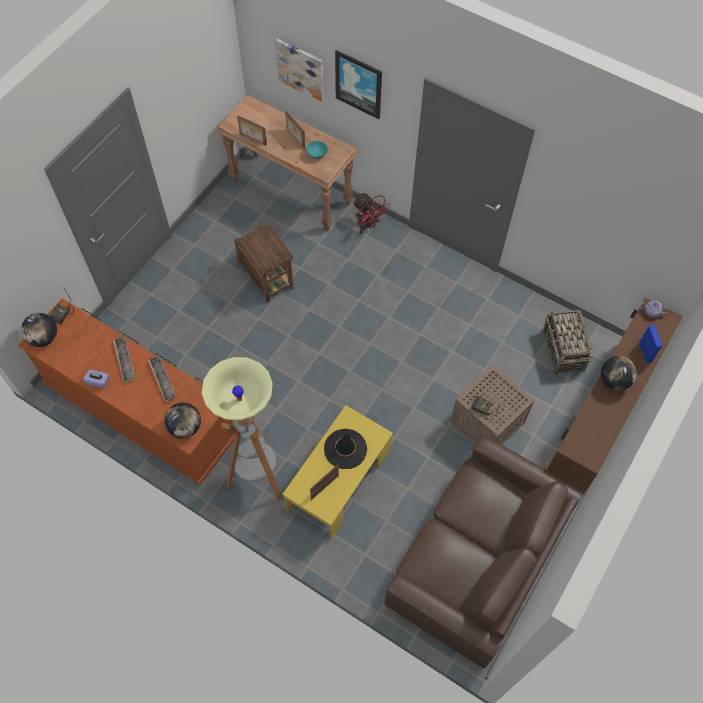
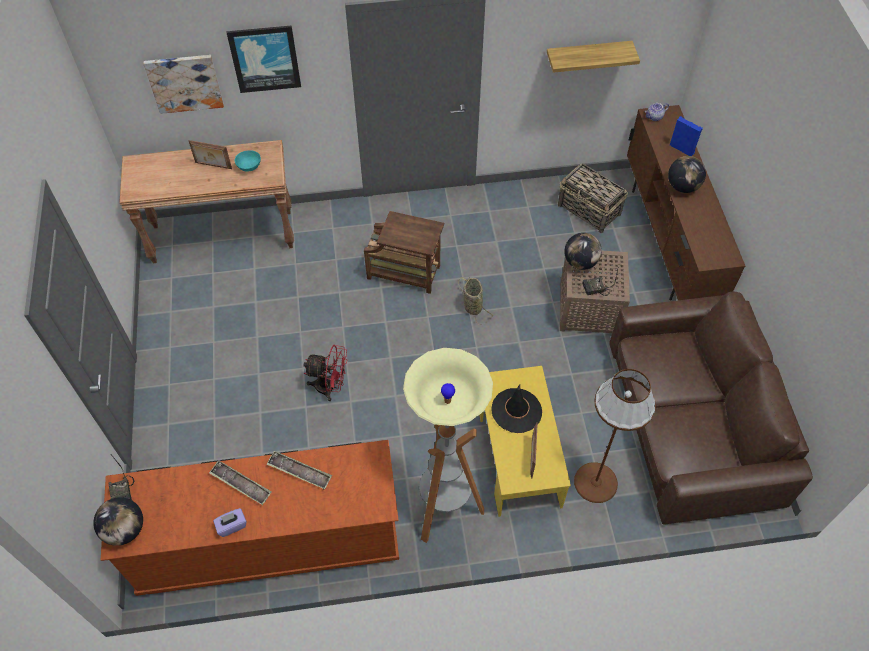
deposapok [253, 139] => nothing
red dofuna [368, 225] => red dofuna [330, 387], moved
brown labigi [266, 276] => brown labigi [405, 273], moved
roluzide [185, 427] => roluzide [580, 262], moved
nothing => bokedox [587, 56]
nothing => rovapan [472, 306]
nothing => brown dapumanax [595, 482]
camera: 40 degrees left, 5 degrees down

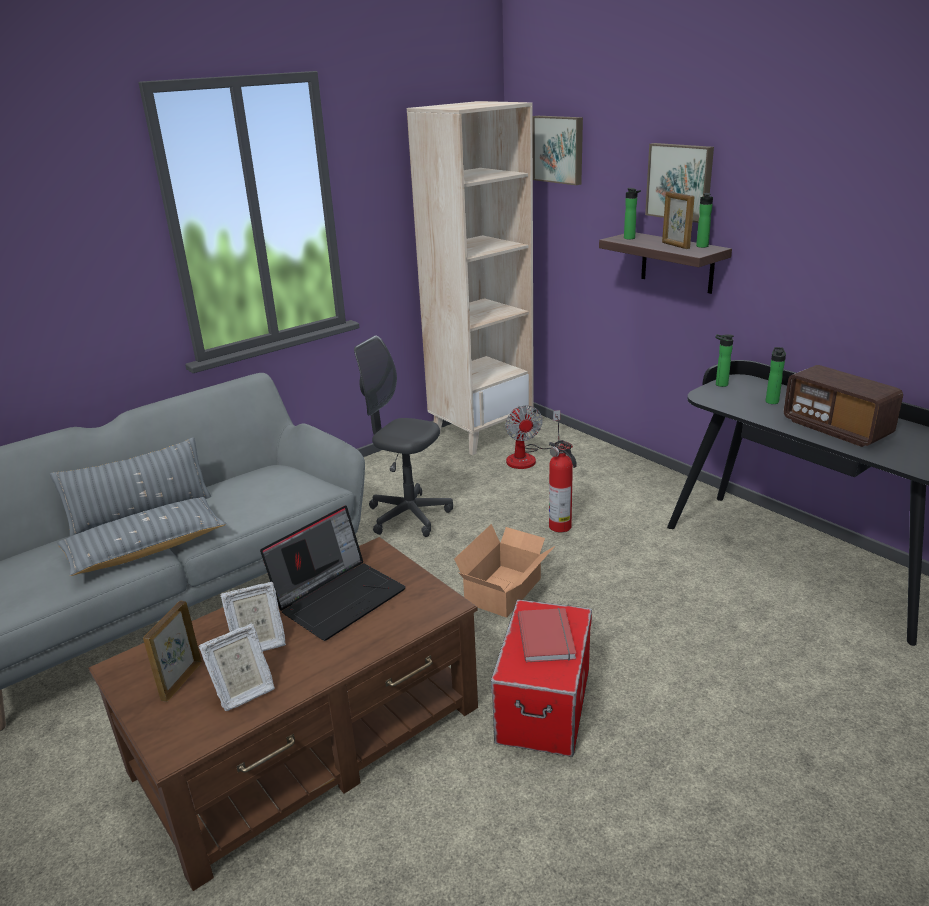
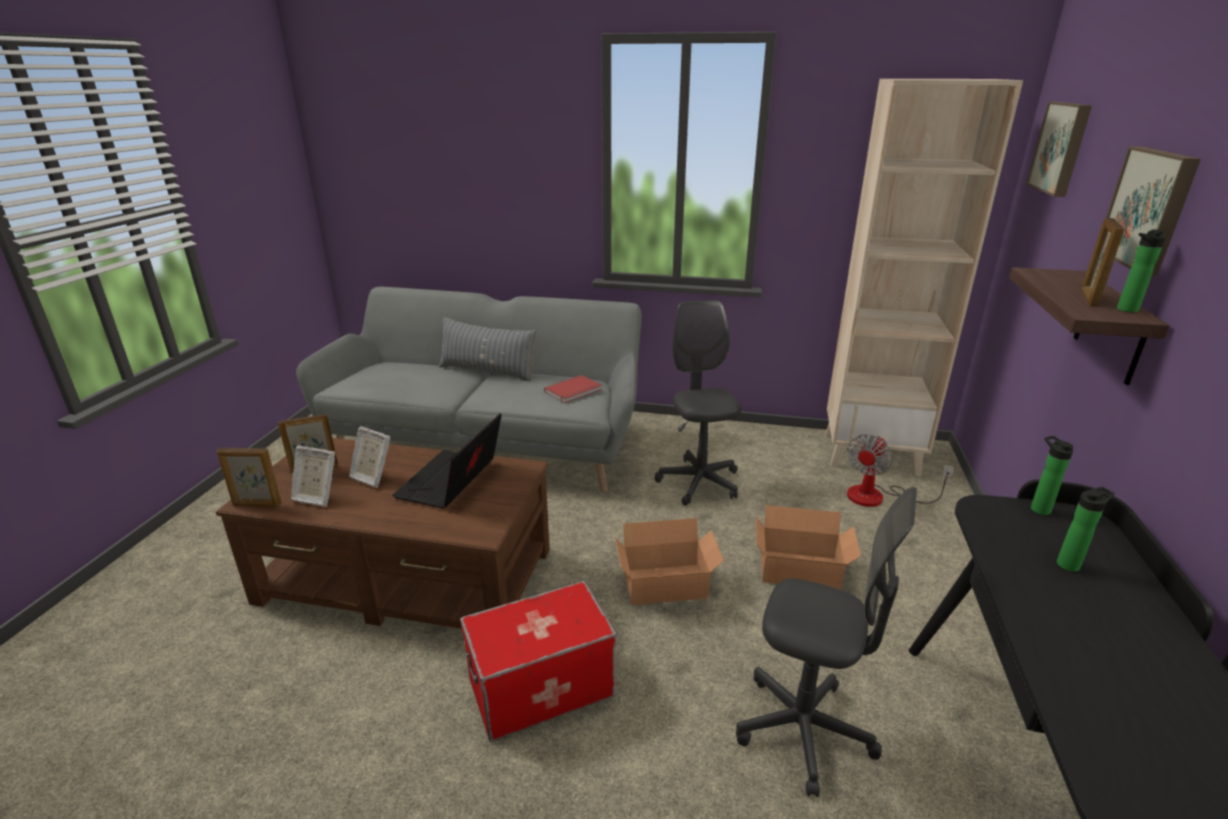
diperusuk [630, 238] => nothing
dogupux [836, 428] => nothing
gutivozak [561, 527] => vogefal [801, 572]
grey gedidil [146, 548] => nothing
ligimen [339, 597] => ligimen [451, 482], 105 degrees clockwise
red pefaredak [548, 637] => red pefaredak [574, 391], moved
nothing => deposapok [257, 505]
nothing => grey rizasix [803, 730]
camera: 50 degrees right, 0 degrees up

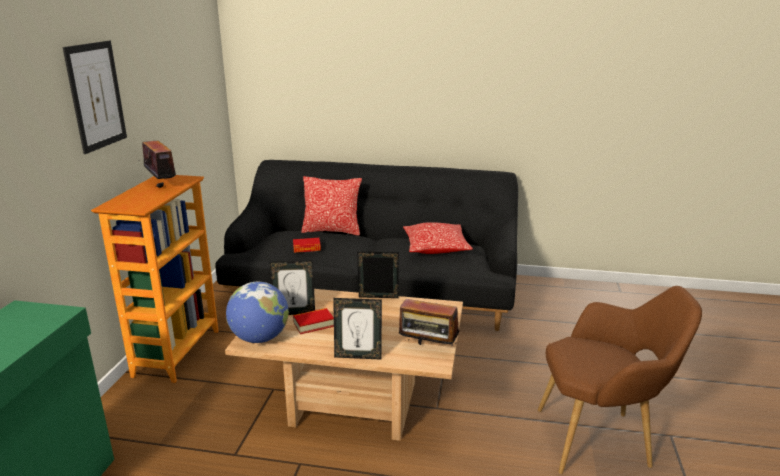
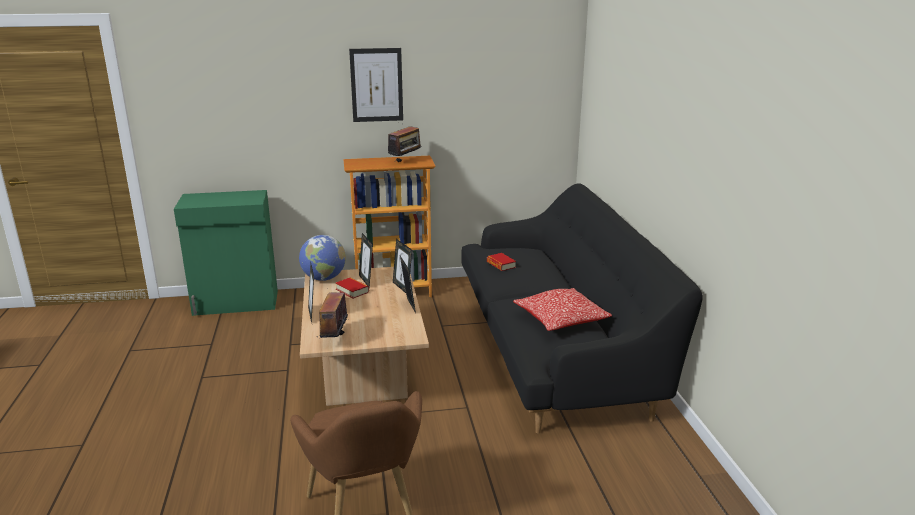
gedidil [332, 231] => nothing
nothing => deposapok [402, 287]
camera: 70 degrees right, 0 degrees up

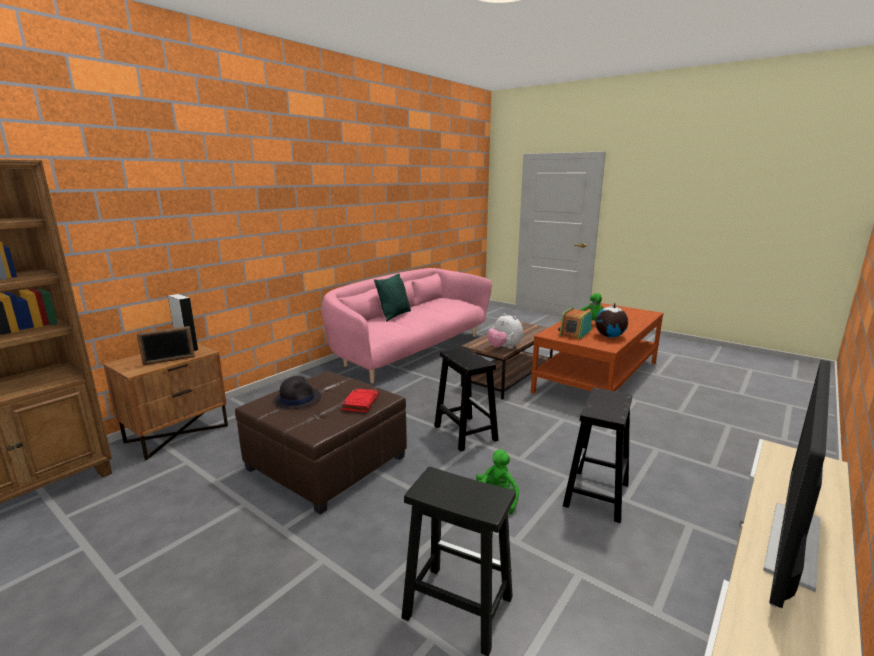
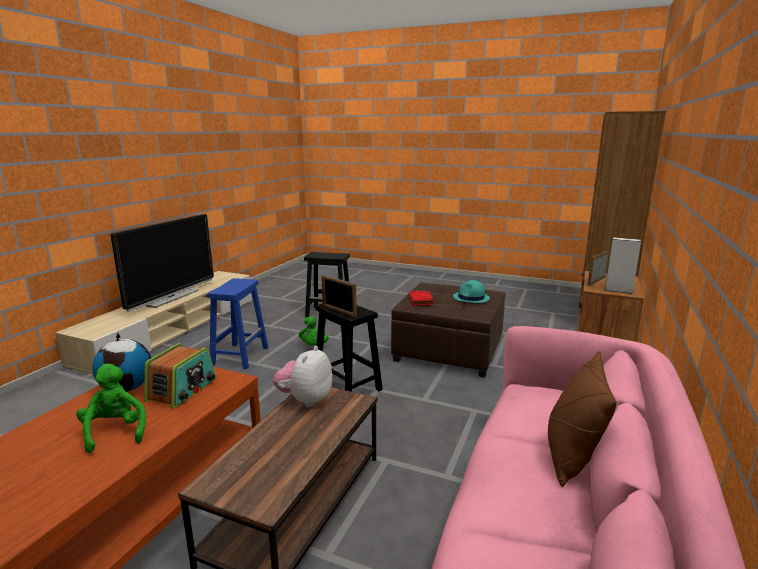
green gedidil [394, 315] => brown gedidil [570, 457]
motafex [504, 348] => motafex [305, 400], 105 degrees counterclockwise
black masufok [297, 399] => turquoise masufok [471, 298]
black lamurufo [596, 495] => blue lamurufo [240, 355]
nothing => deposapok [338, 311]
camera: 165 degrees right, 0 degrees up

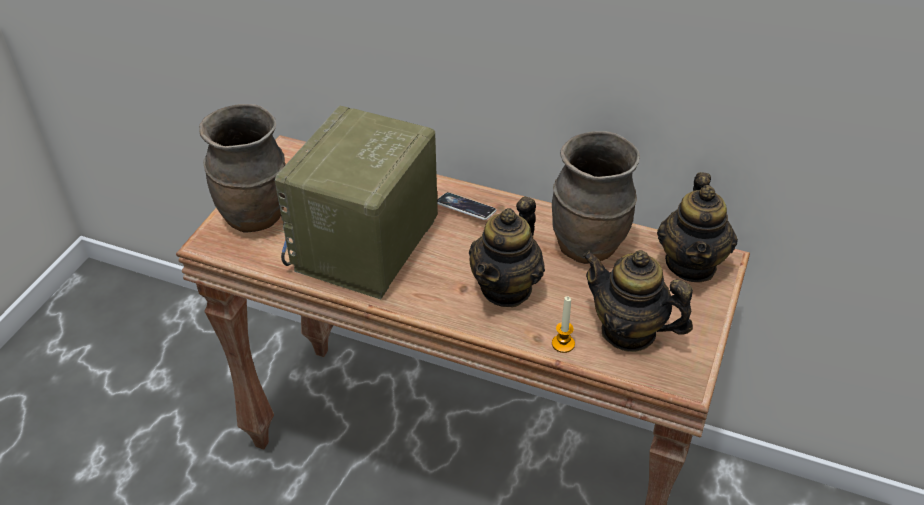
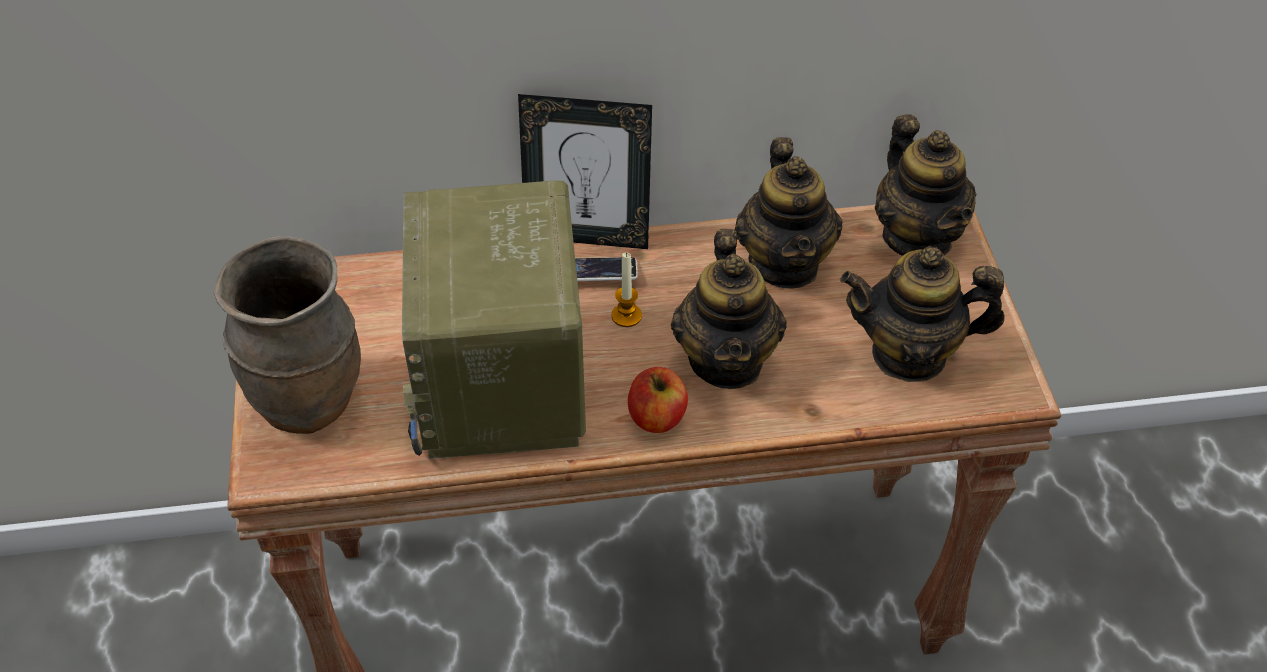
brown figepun [588, 247] => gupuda [785, 263]
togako [563, 344] => togako [626, 316], moved
nothing => deposapok [587, 236]
nothing => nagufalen [657, 417]
camera: 30 degrees left, 5 degrees up

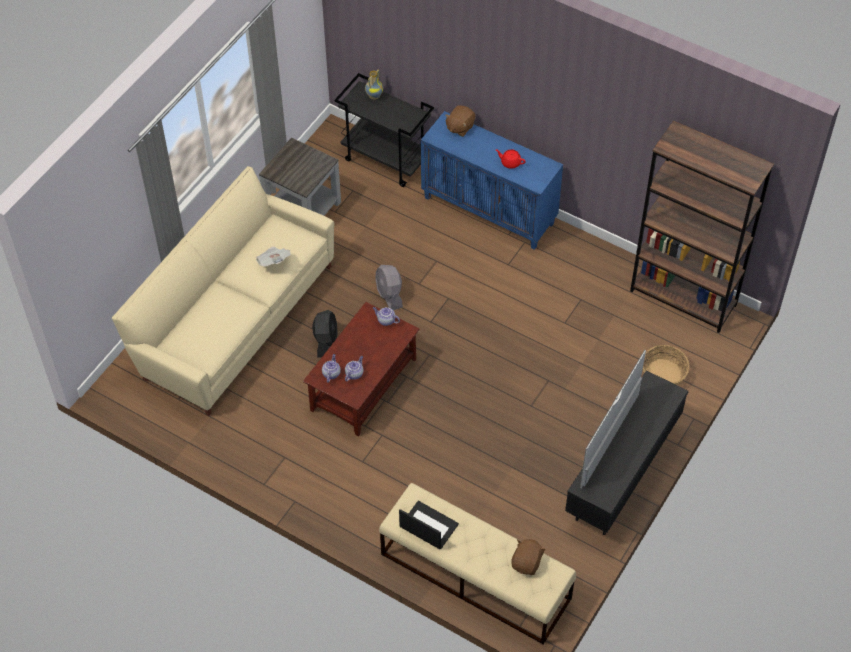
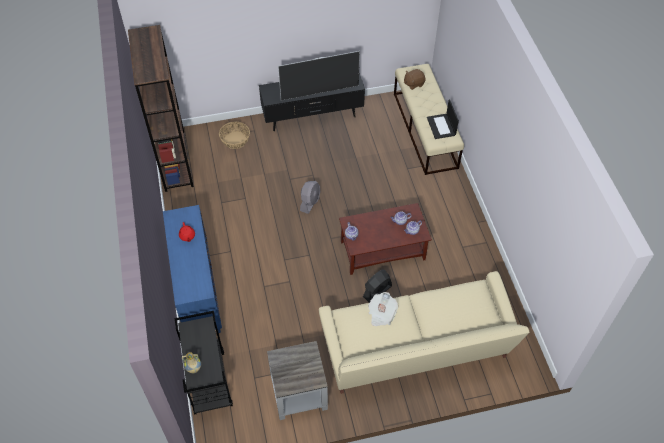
brown motafex [459, 127] => nothing
grey dofuna [389, 295] => grey dofuna [310, 202], moved
camera: 135 degrees left, 0 degrees up

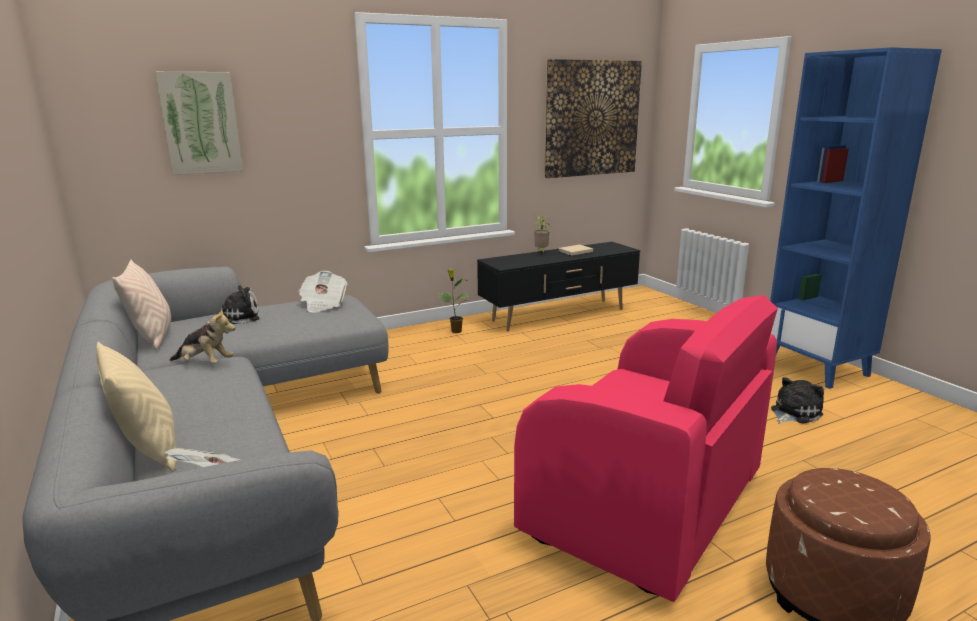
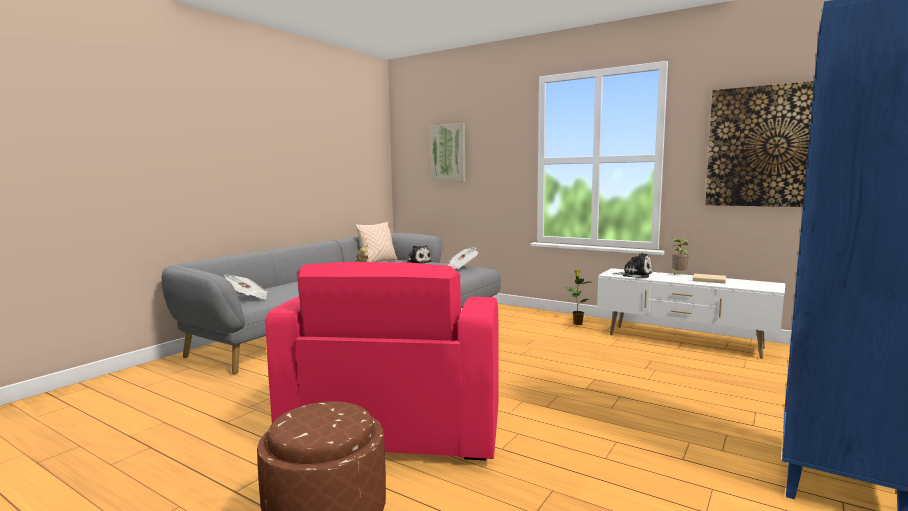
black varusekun [559, 315] => white varusekun [684, 342]
beige gedidil [148, 451] => nothing
motafex [793, 413] => motafex [635, 275], moved
camera: 60 degrees right, 10 degrees down

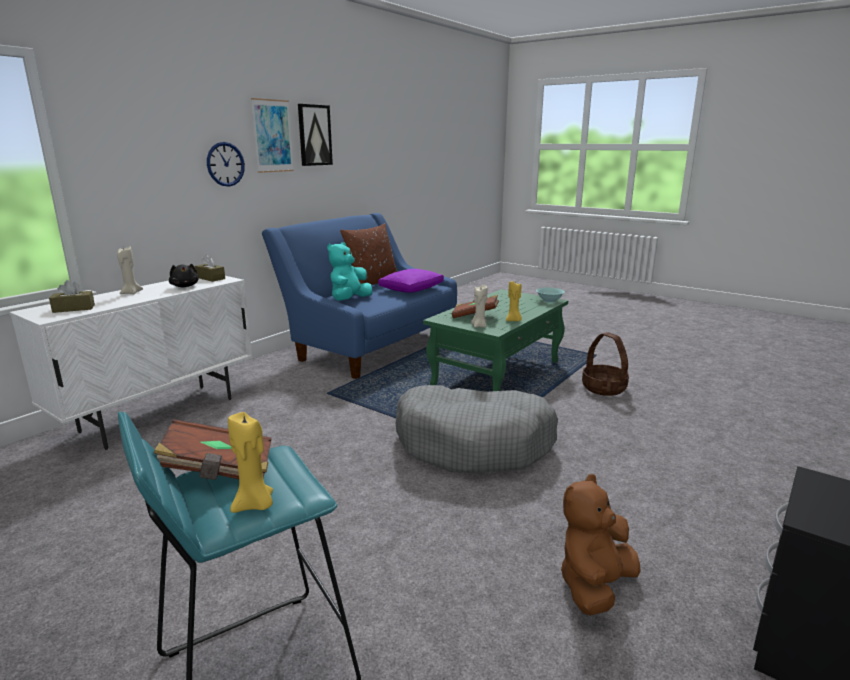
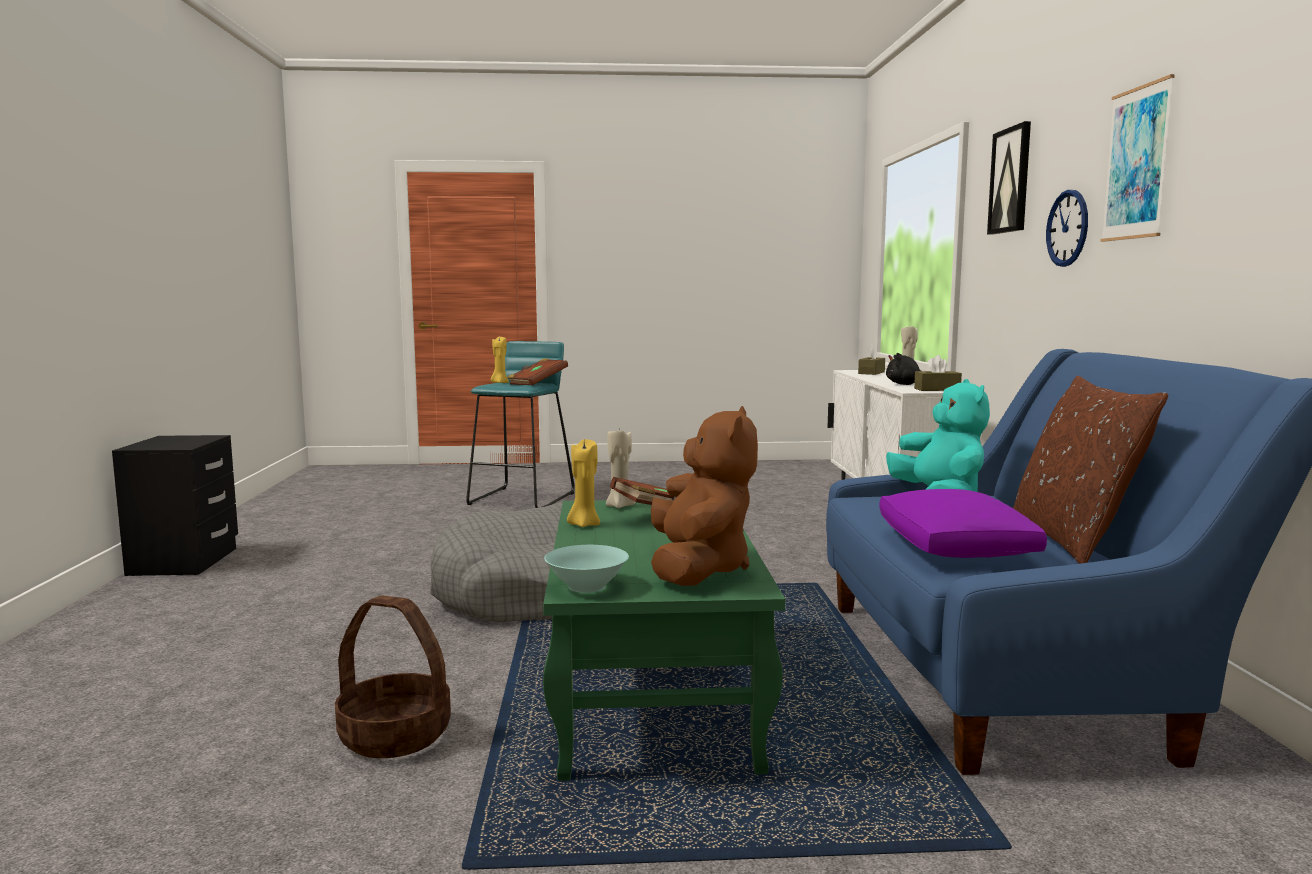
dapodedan [314, 135] => dapodedan [1010, 180], moved
brown motafex [594, 586] => brown motafex [698, 569], moved
camera: 140 degrees right, 10 degrees down

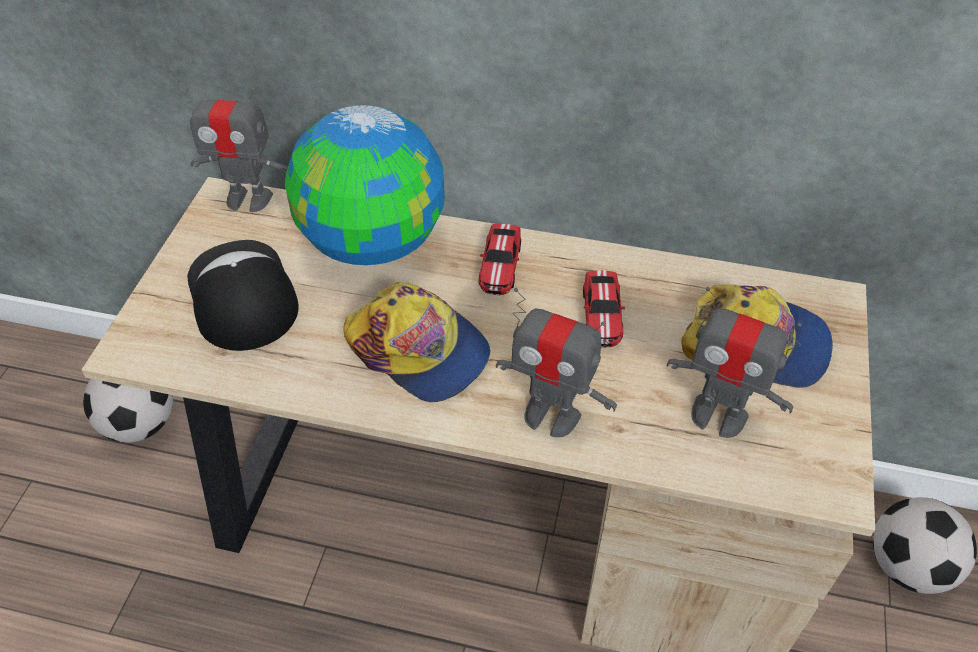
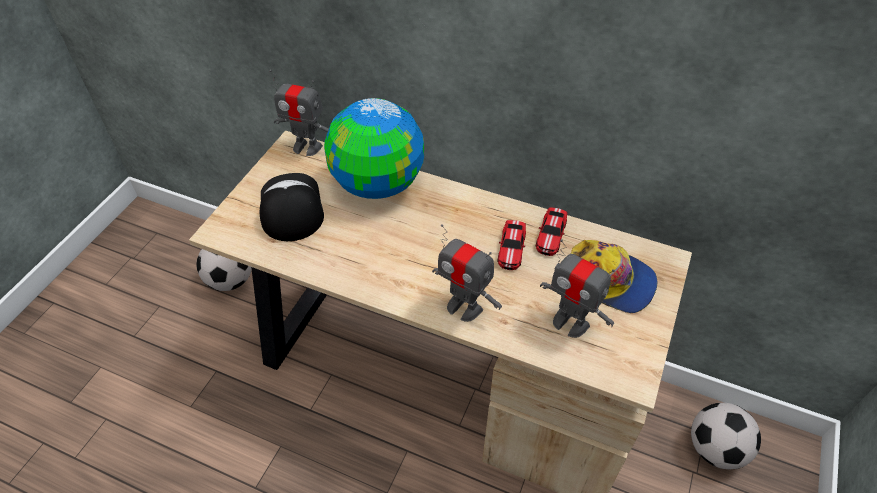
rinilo [500, 264] => rinilo [551, 235], moved
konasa [419, 350] => nothing
camera: 10 degrees right, 0 degrees up

